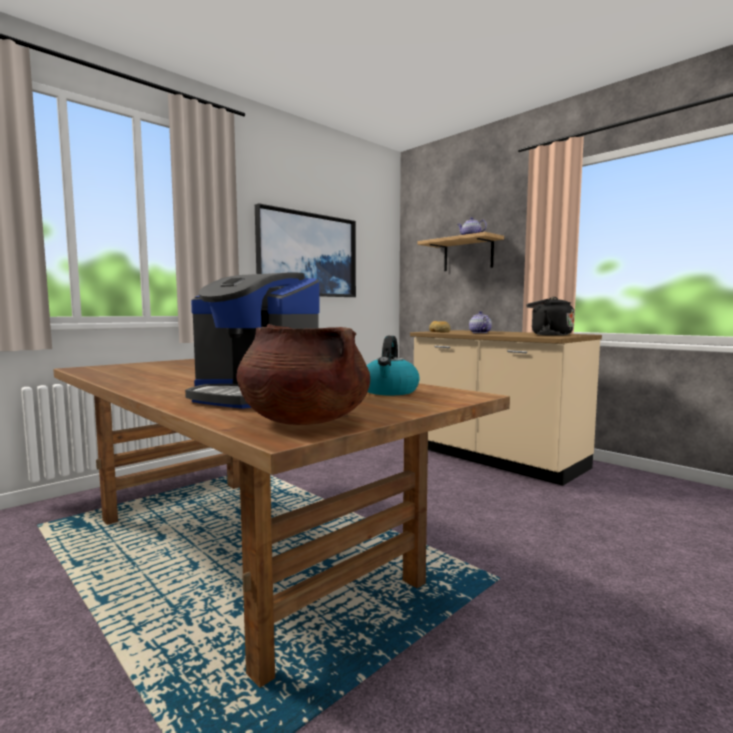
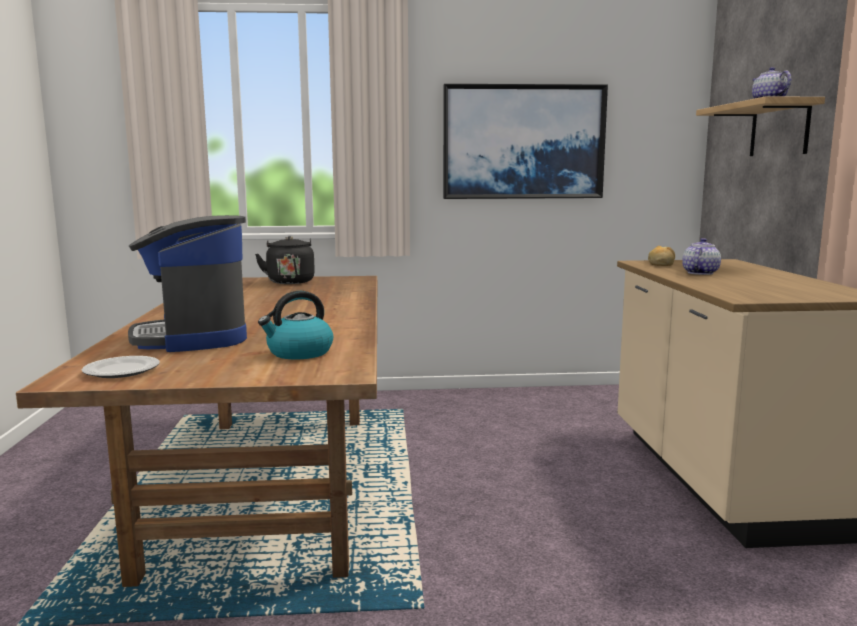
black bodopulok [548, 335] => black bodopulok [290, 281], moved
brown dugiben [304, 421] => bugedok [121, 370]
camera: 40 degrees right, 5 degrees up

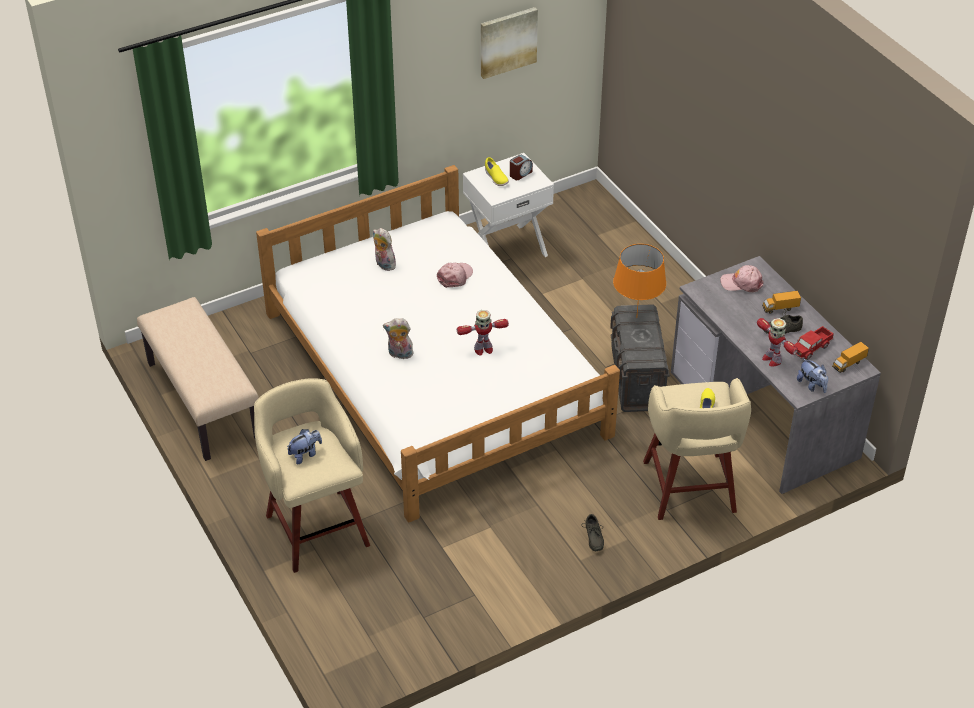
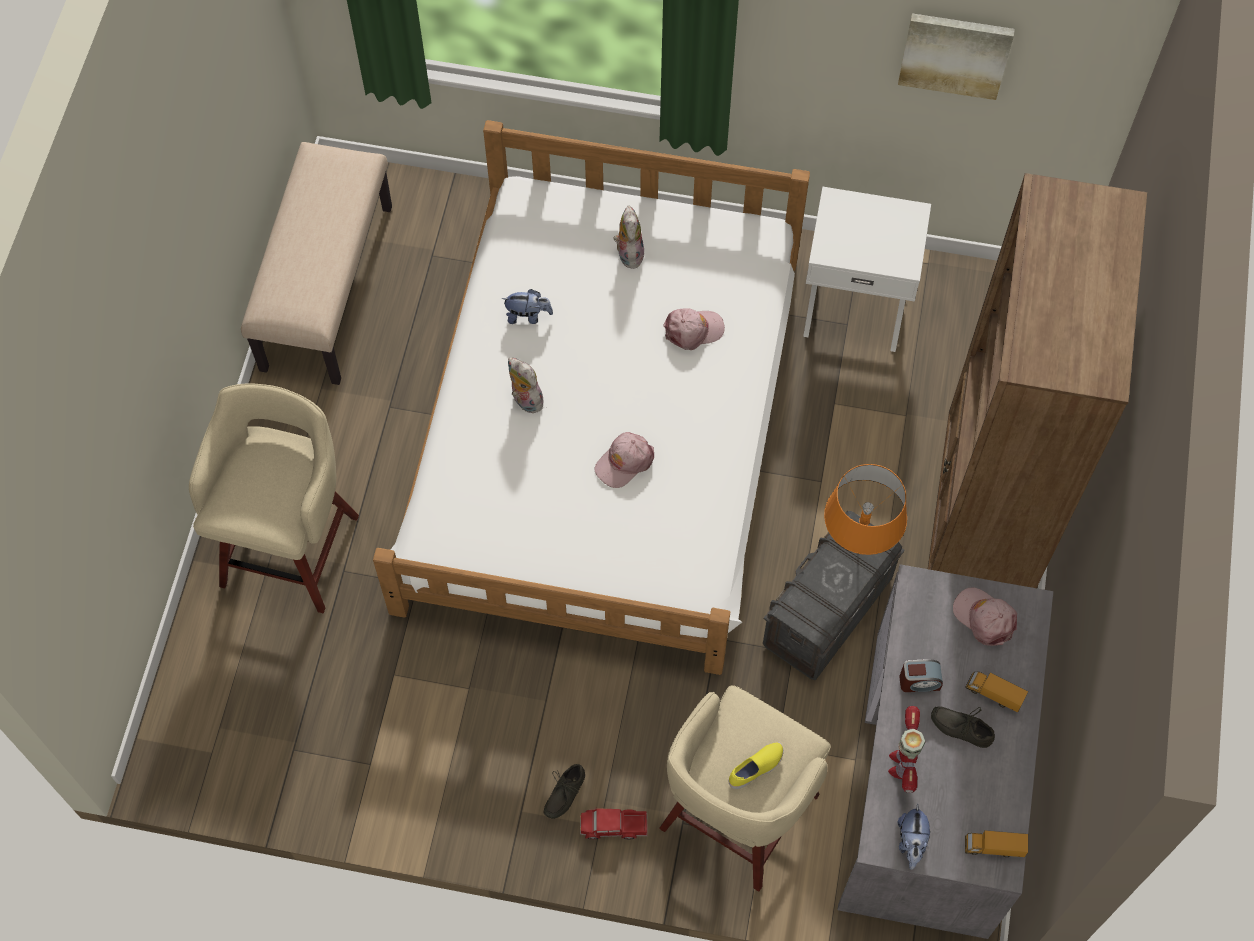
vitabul [520, 174] => vitabul [919, 681], moved
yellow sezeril [496, 178] => nothing
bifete [483, 349] => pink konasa [624, 462]
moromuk [811, 348] => moromuk [613, 826], moved
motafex [305, 454] => motafex [528, 316], moved
nothing => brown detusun [982, 519]
camera: 40 degrees right, 20 degrees up

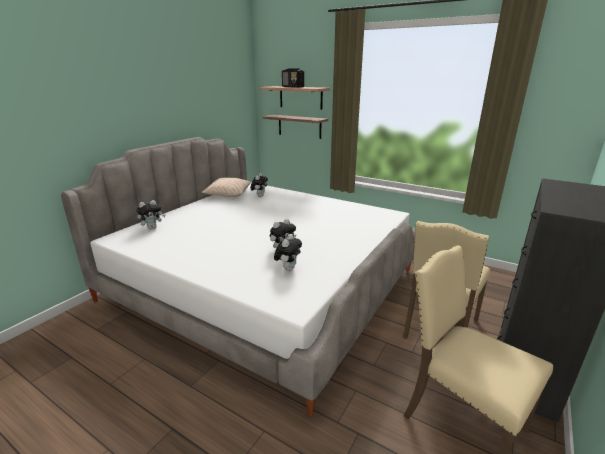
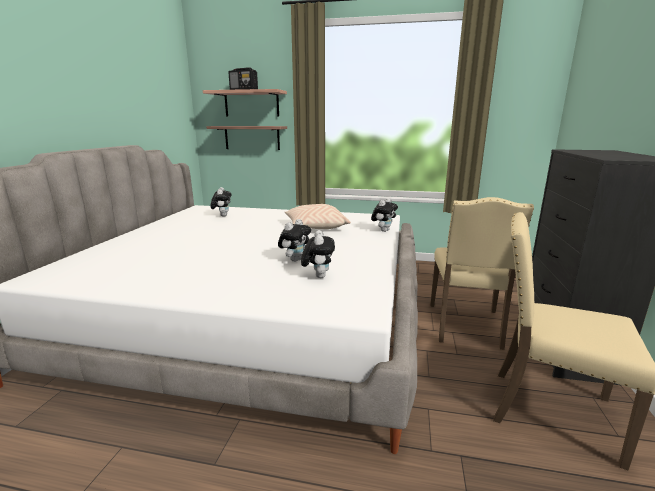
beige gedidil [228, 194] => beige gedidil [315, 227], moved
motafex [152, 227] => motafex [383, 230], moved
camera: 20 degrees left, 5 degrees down

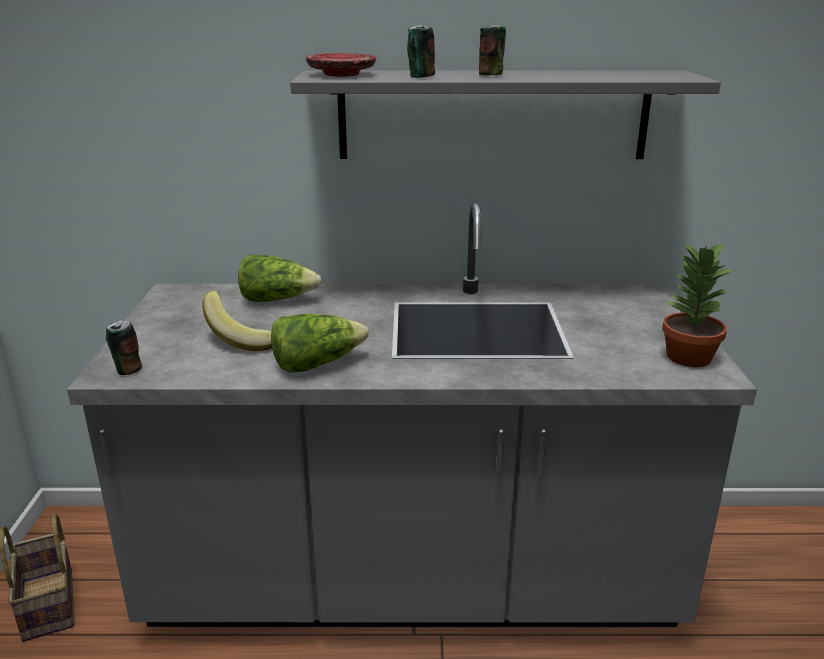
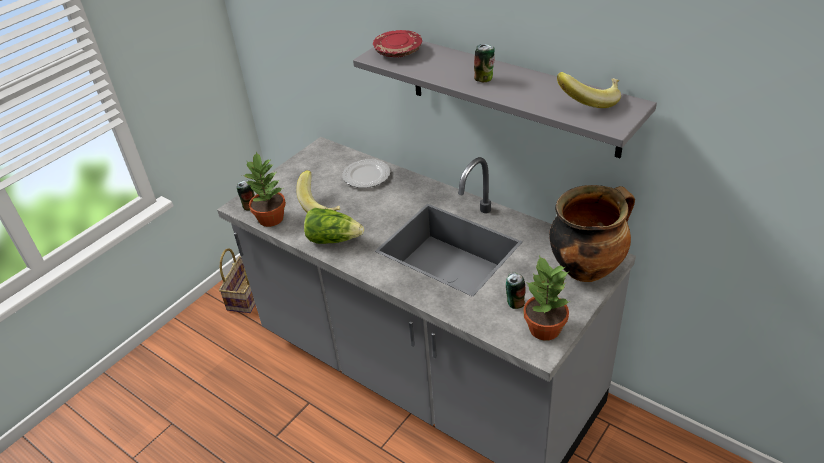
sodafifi [420, 76] => sodafifi [514, 302], moved
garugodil [277, 299] => bugedok [366, 175]
nothing => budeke [589, 101]
nothing => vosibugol [271, 218]
nothing => dugiben [586, 268]
camera: 40 degrees right, 15 degrees up

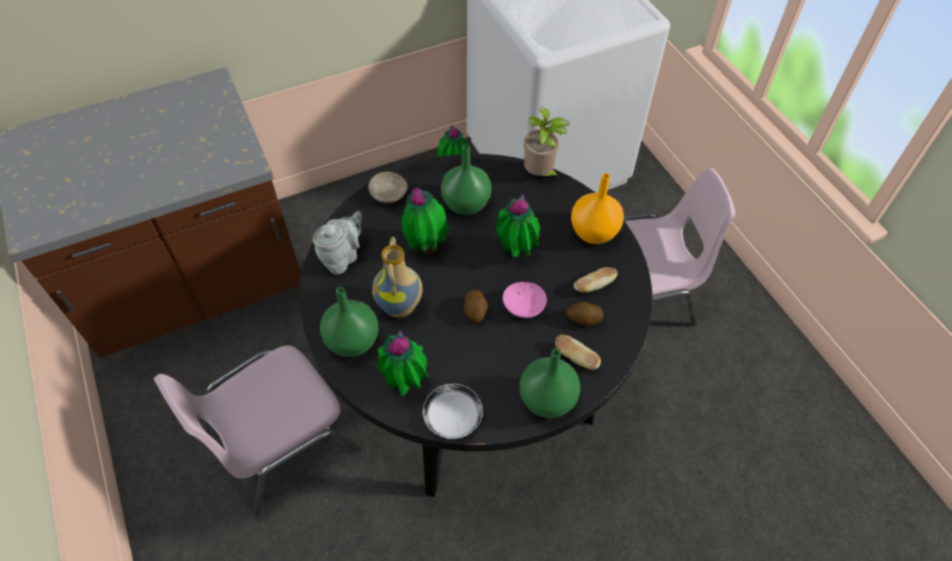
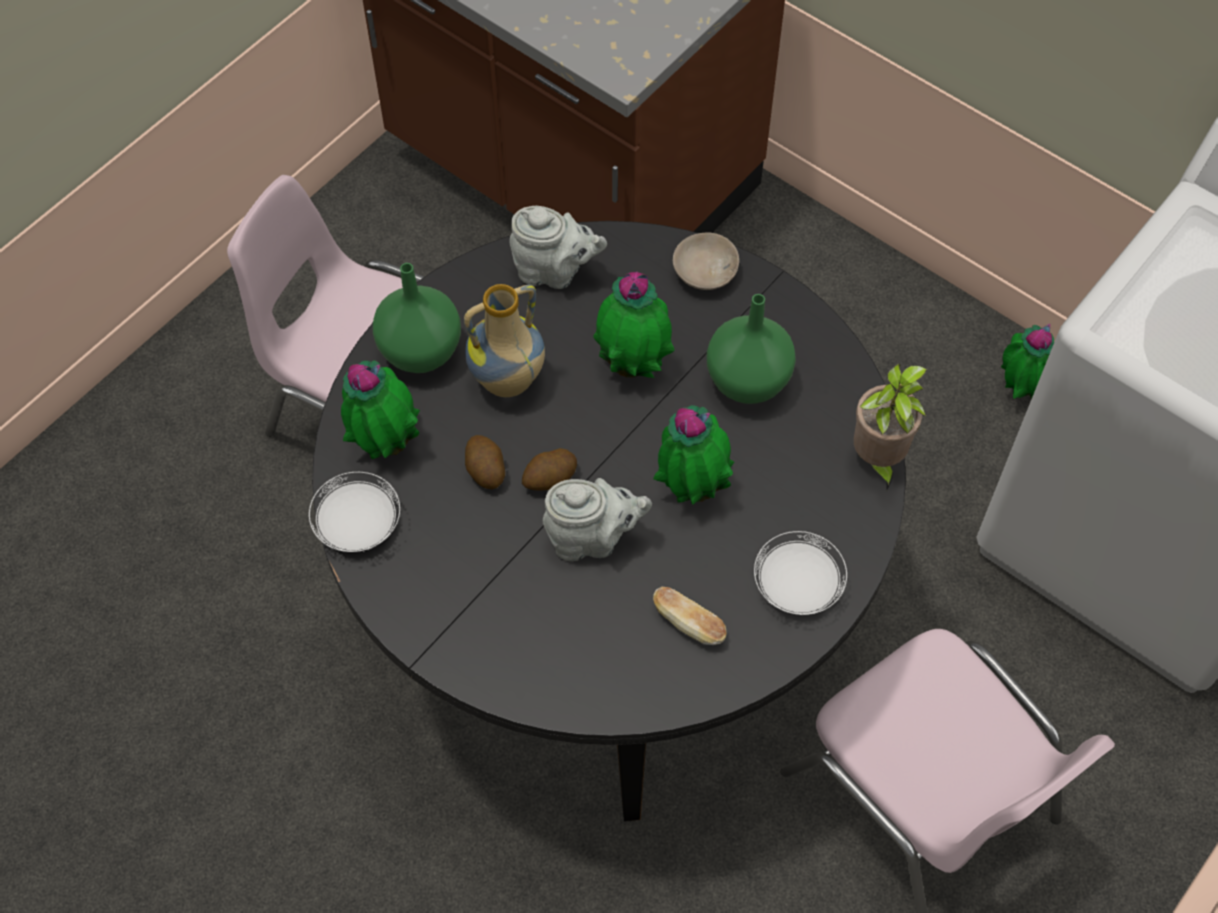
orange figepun [593, 233] => white bugedok [797, 585]
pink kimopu [523, 307] => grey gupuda [592, 539]
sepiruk [583, 320] => sepiruk [485, 470], moved
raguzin [576, 357] => nothing
green figepun [548, 400] => nothing
camera: 65 degrees right, 5 degrees up

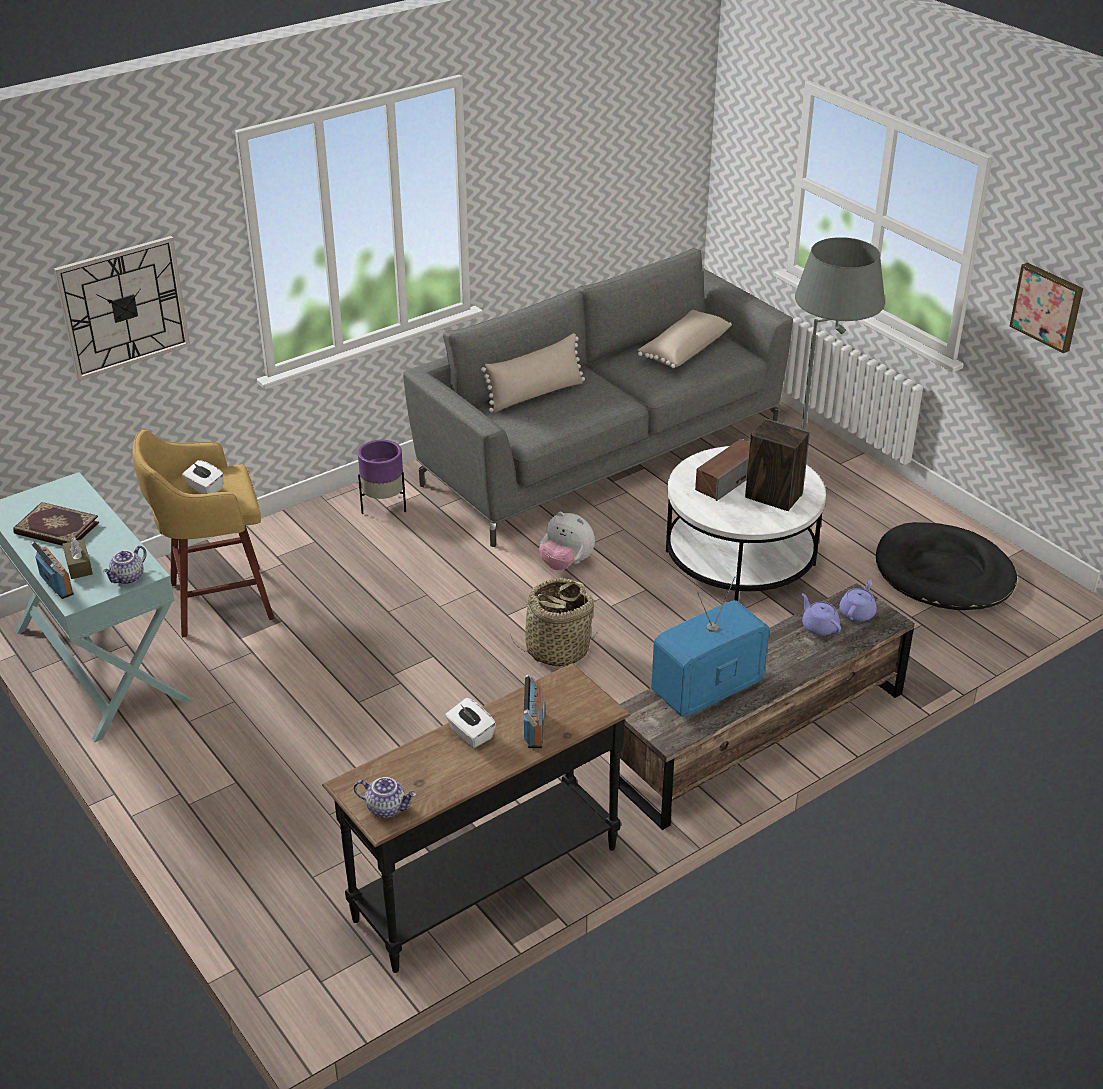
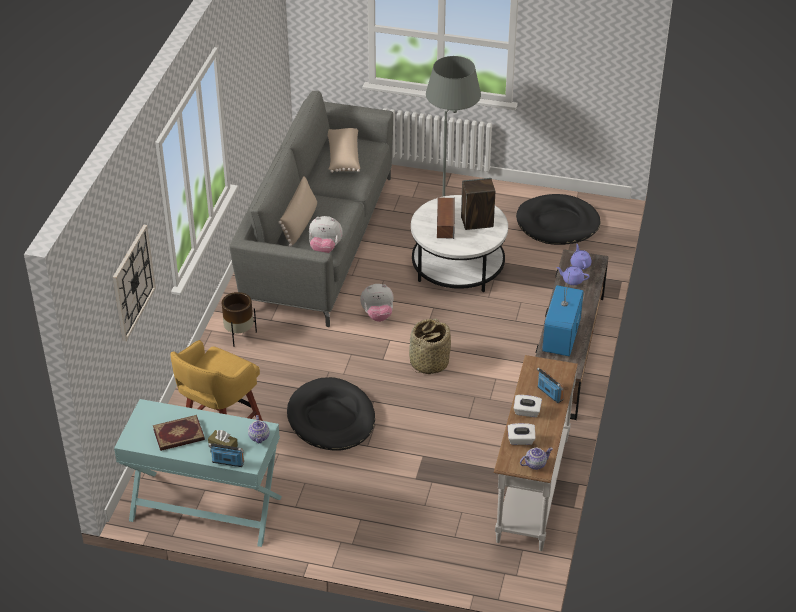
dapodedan [1048, 306] => nothing
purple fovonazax [384, 505] => brown fovonazax [239, 335]
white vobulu [204, 488] => white vobulu [521, 440], moved
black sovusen [485, 881] => white sovusen [531, 489]
nothing => motafex [325, 249]
nothing => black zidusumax [331, 418]
camera: 40 degrees left, 5 degrees up

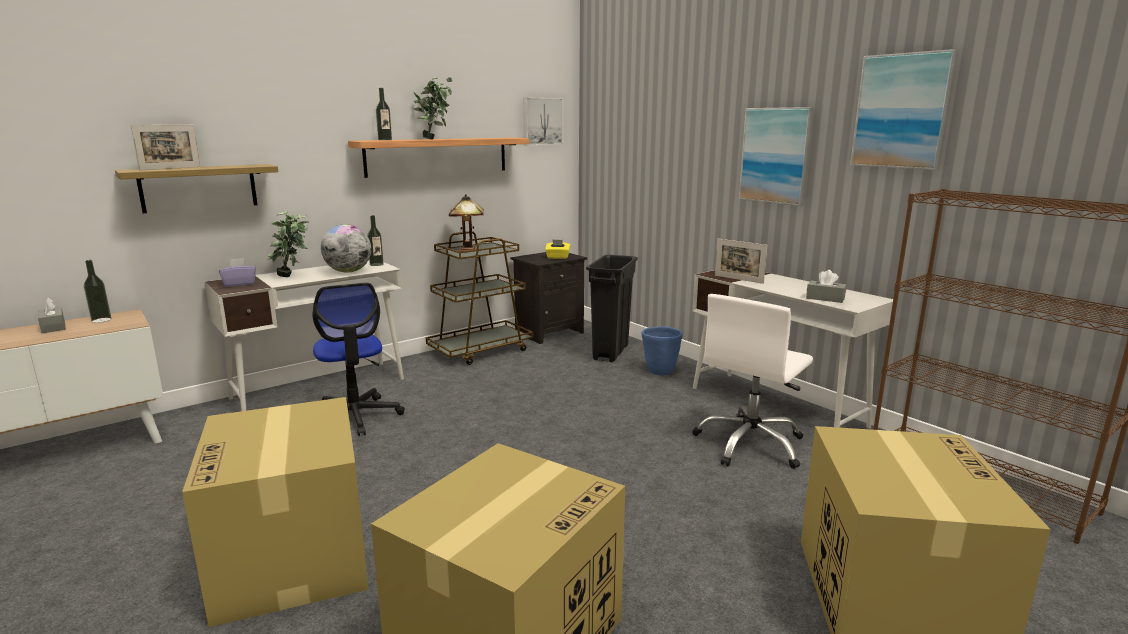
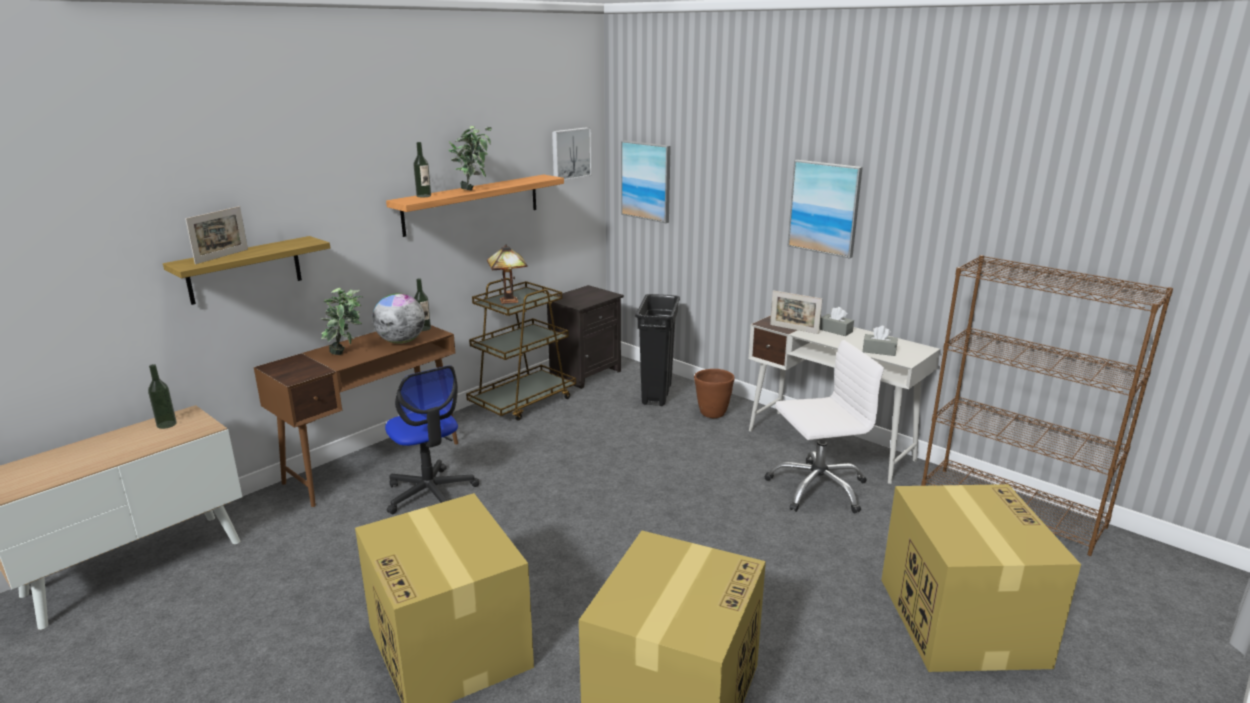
dapodedan [902, 111] => dapodedan [646, 181], moved
yellow vobulu [557, 257] => nothing
purple vobulu [239, 284] => nothing
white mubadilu [320, 388] => brown mubadilu [374, 462]
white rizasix [750, 444] => white rizasix [817, 488], 135 degrees counterclockwise
grey vobulu [53, 327] => grey vobulu [835, 330], moved
blue fovonazax [660, 371] => brown fovonazax [712, 413]
camera: 10 degrees left, 5 degrees up

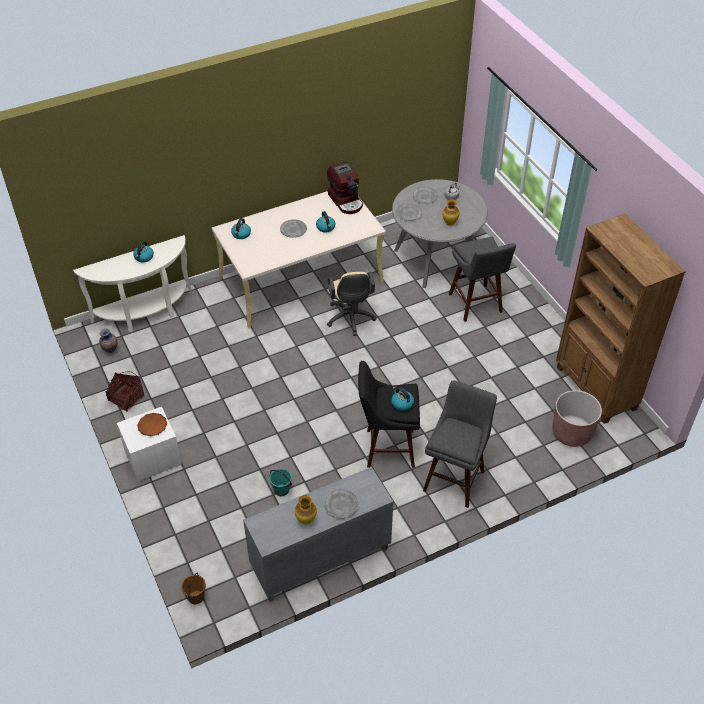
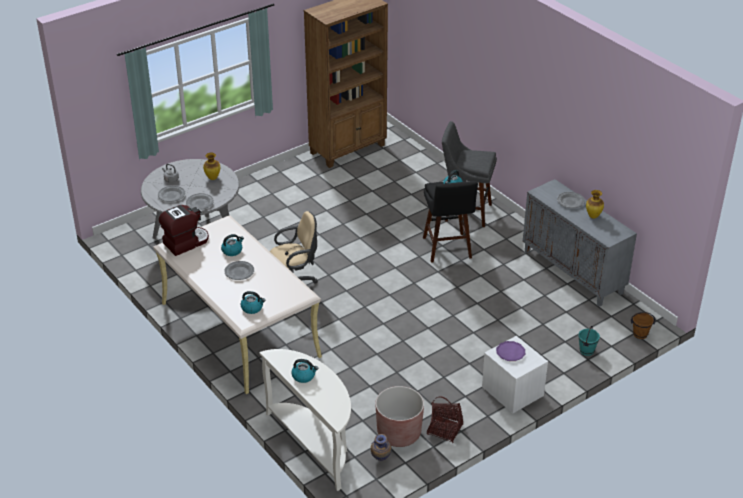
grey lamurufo [476, 305] => nothing
brown fovonazax [572, 432] => brown fovonazax [399, 433], moved
brown bugedok [152, 426] => purple bugedok [510, 353]
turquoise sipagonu [281, 490] => turquoise sipagonu [587, 351], moved
camera: 100 degrees left, 10 degrees down

